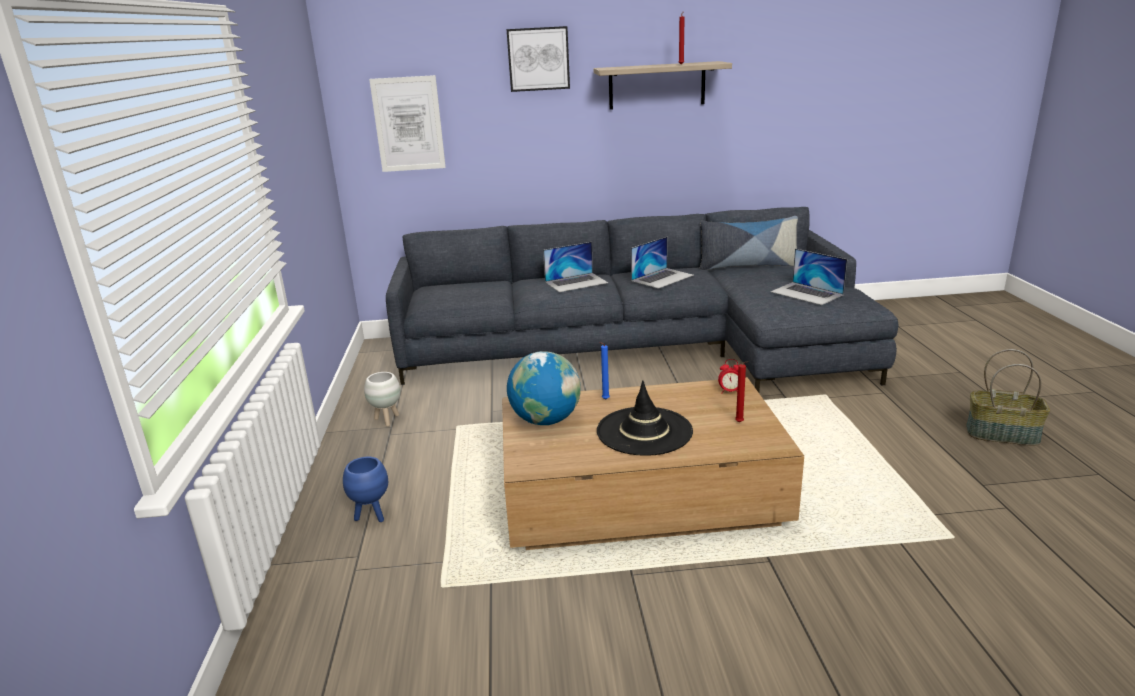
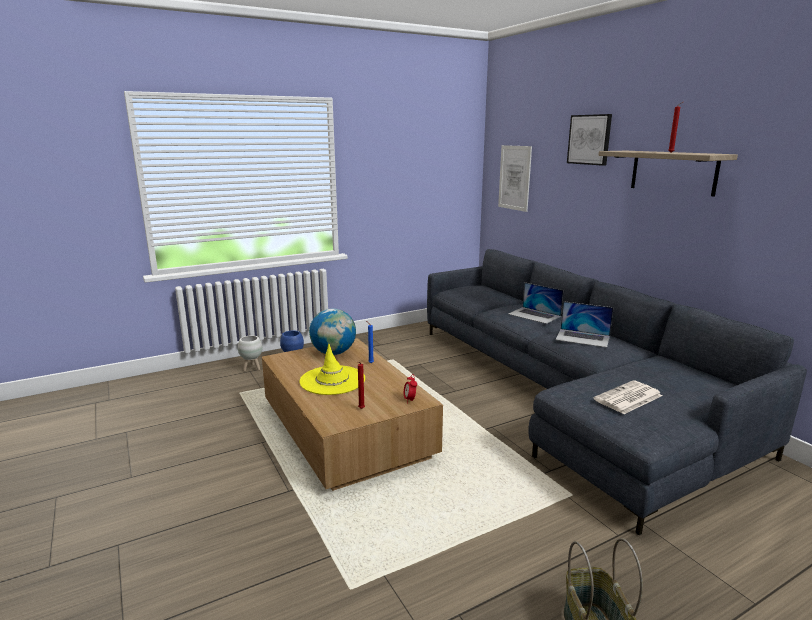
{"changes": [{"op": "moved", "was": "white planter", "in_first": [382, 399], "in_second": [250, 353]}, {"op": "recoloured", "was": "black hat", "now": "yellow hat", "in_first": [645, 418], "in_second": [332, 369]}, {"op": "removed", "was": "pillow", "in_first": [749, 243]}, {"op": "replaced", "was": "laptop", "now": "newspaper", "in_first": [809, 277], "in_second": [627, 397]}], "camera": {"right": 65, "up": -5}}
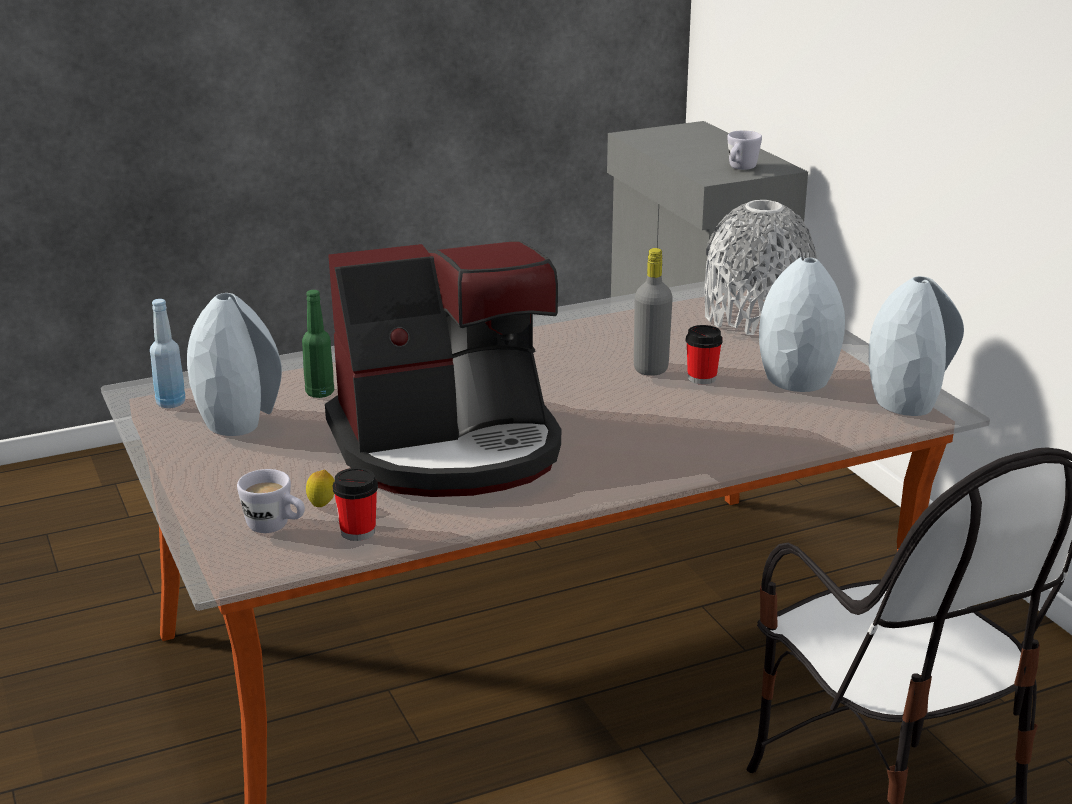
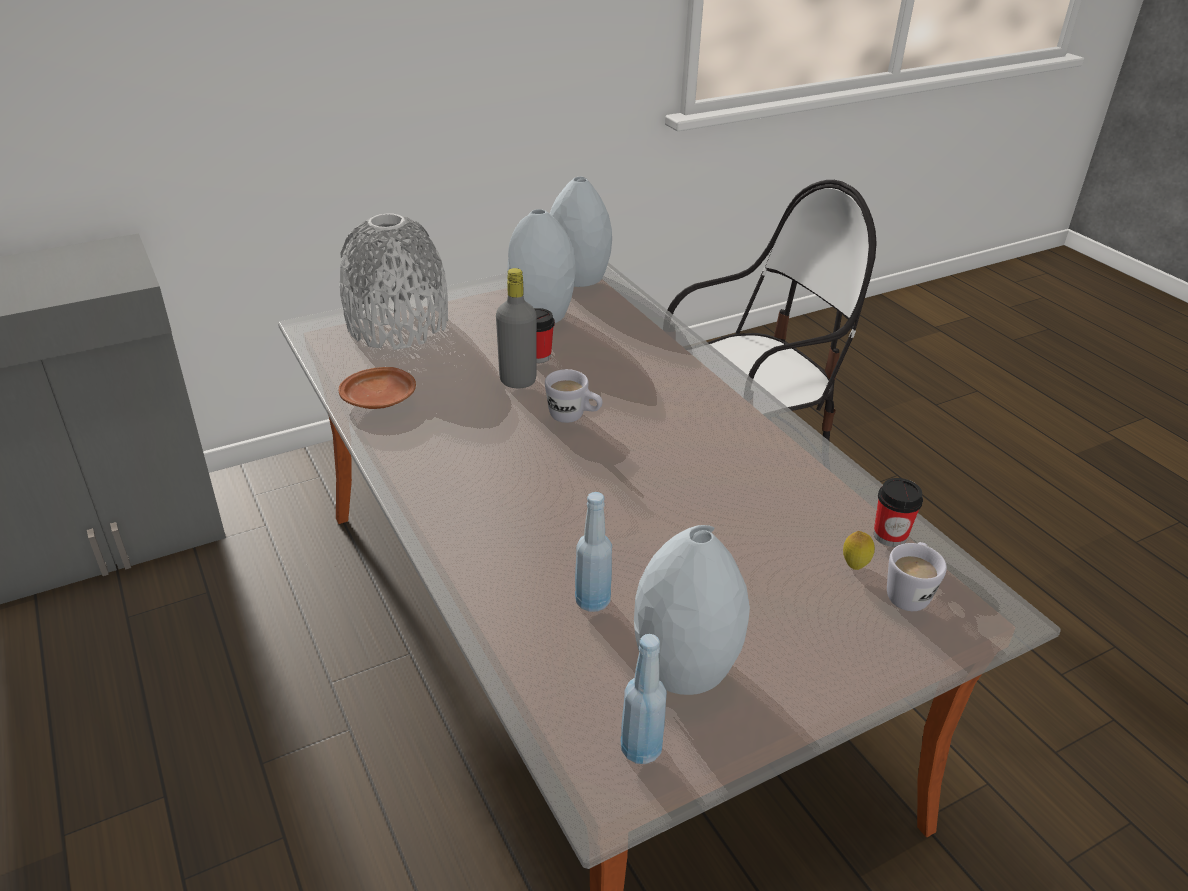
{"changes": [{"op": "recoloured", "was": "green bottle", "now": "blue bottle", "in_first": [318, 344], "in_second": [593, 552]}, {"op": "removed", "was": "coffee machine", "in_first": [443, 369]}, {"op": "moved", "was": "white mug", "in_first": [744, 150], "in_second": [574, 396]}, {"op": "added", "now": "brown plate", "in_second": [377, 388]}], "camera": {"right": -95, "up": 10}}
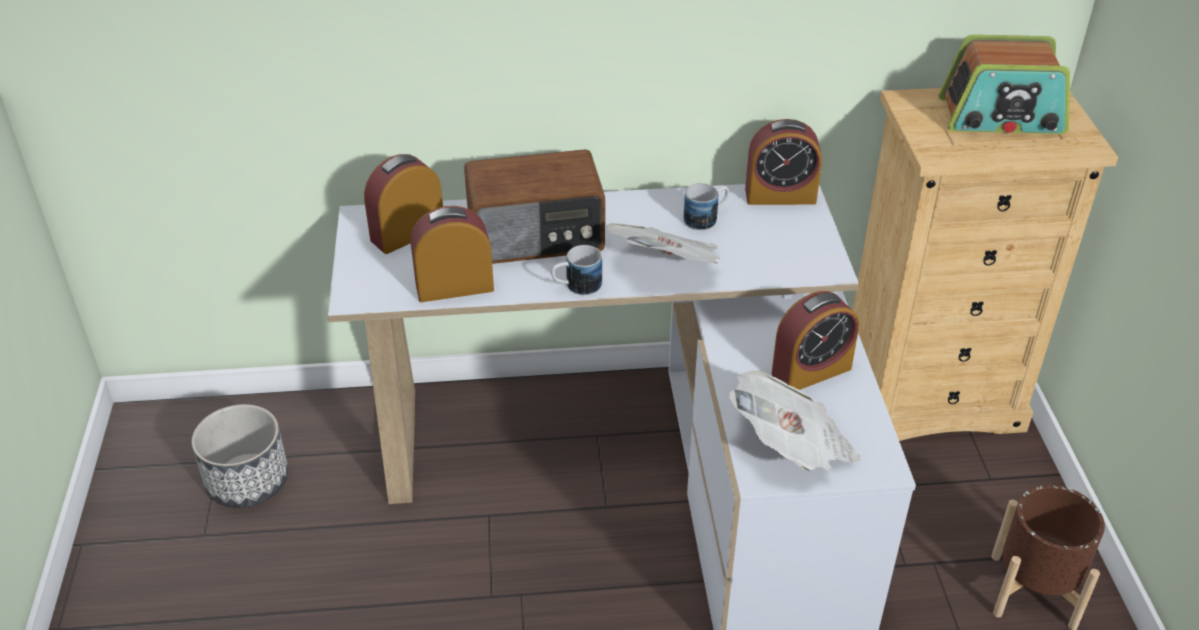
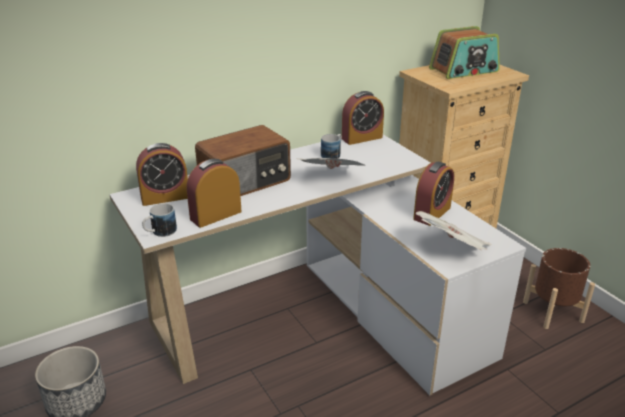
{"changes": [{"op": "turned", "was": "alarm clock", "in_first": [403, 204], "in_second": [162, 174], "clockwise": -135}, {"op": "moved", "was": "mug", "in_first": [576, 270], "in_second": [159, 220]}], "camera": {"right": -25, "up": -10}}
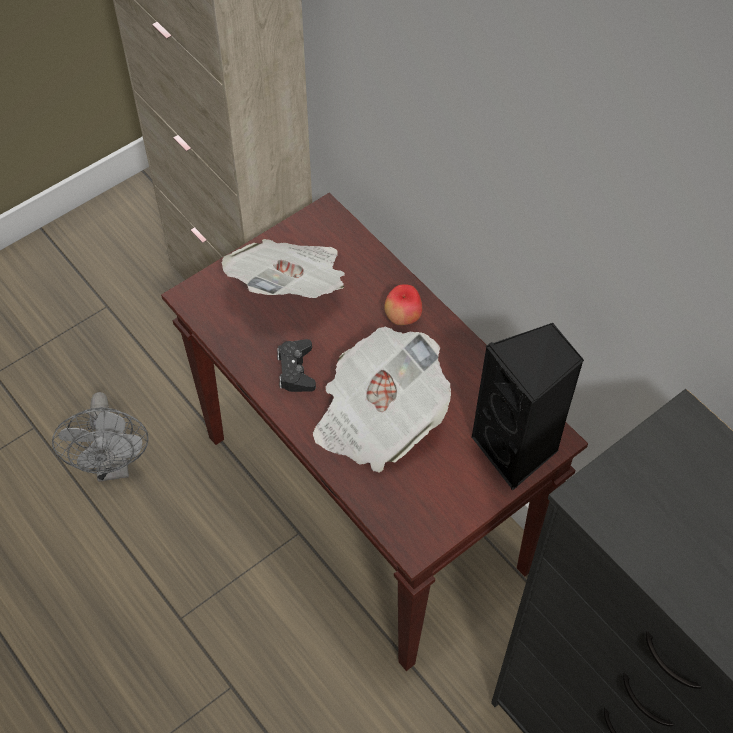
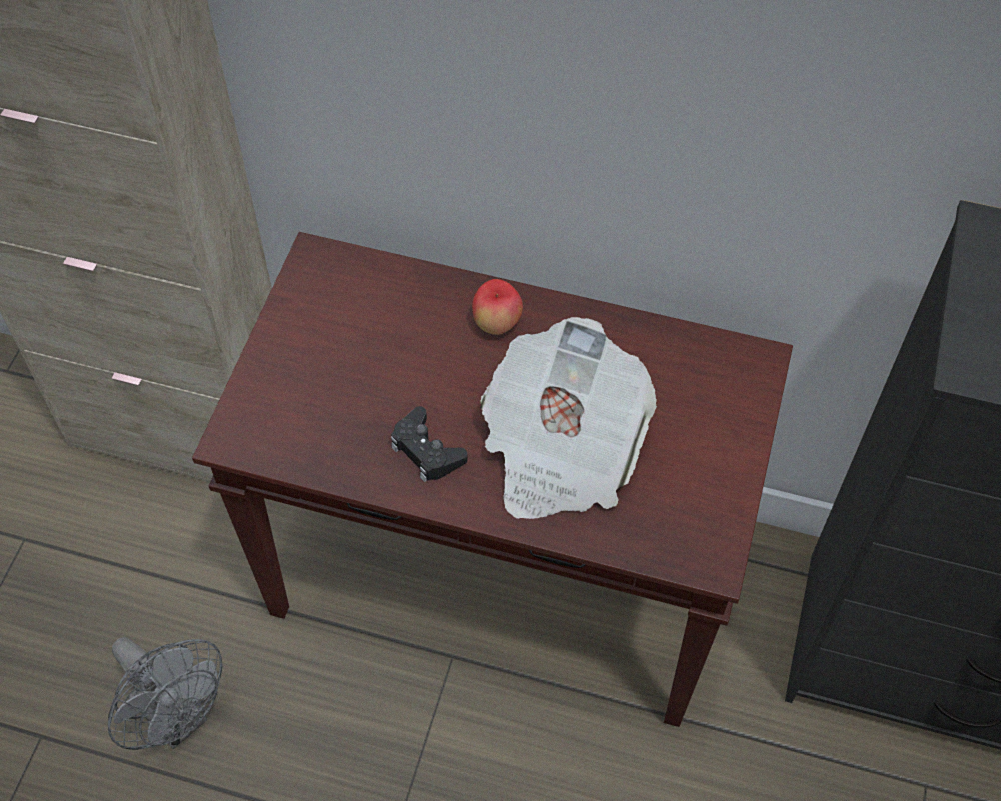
{"changes": [{"op": "removed", "was": "newspaper", "in_first": [283, 268]}, {"op": "removed", "was": "black speaker", "in_first": [528, 406]}], "camera": {"right": -35, "up": 0}}
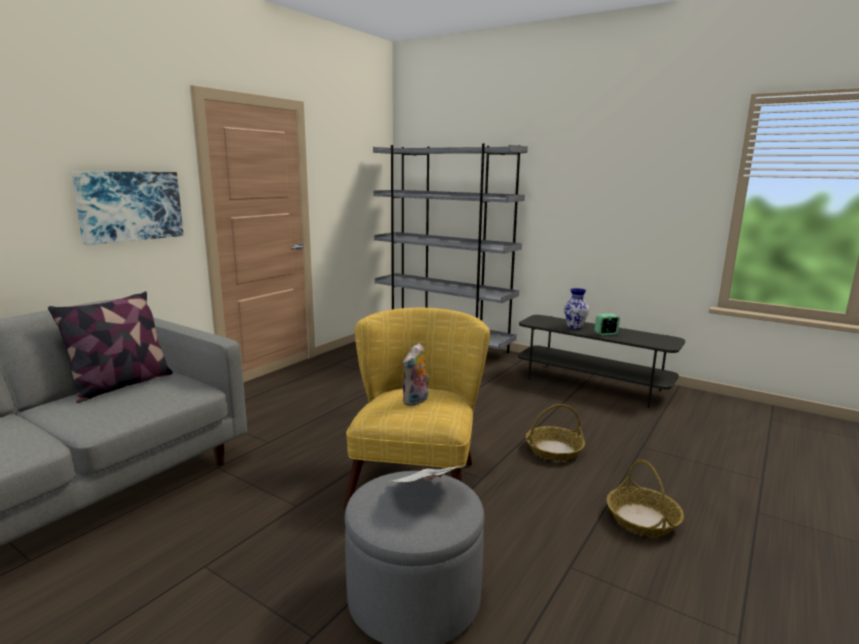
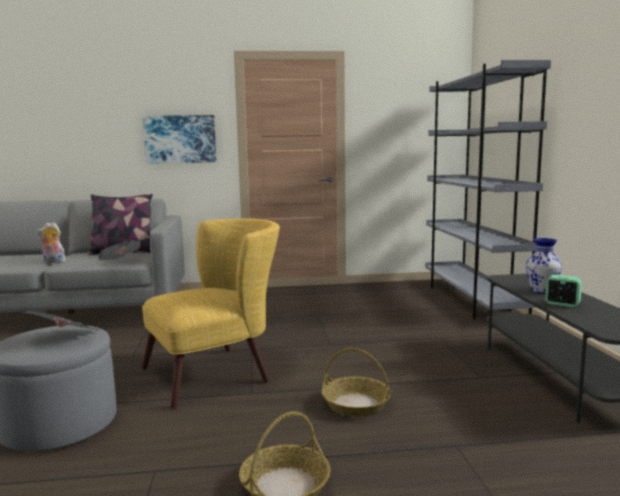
{"changes": [{"op": "moved", "was": "plush toy", "in_first": [415, 374], "in_second": [51, 242]}, {"op": "added", "now": "newspaper", "in_second": [119, 250]}], "camera": {"right": 50, "up": -5}}
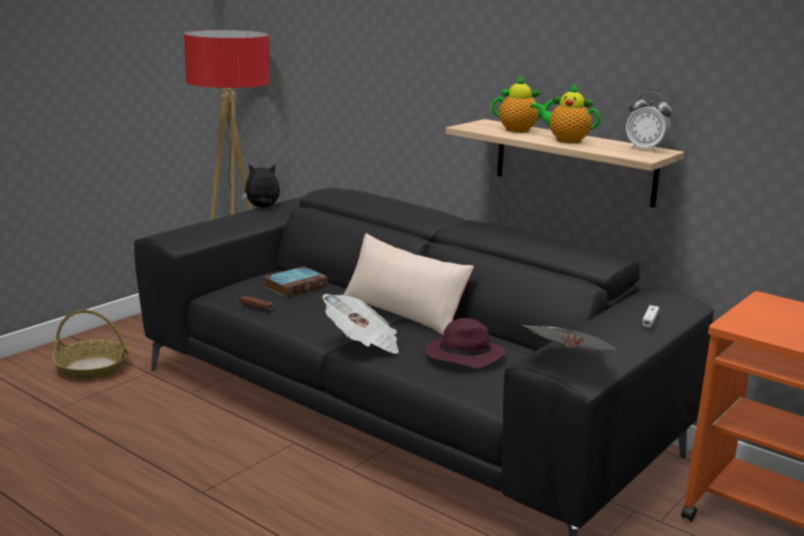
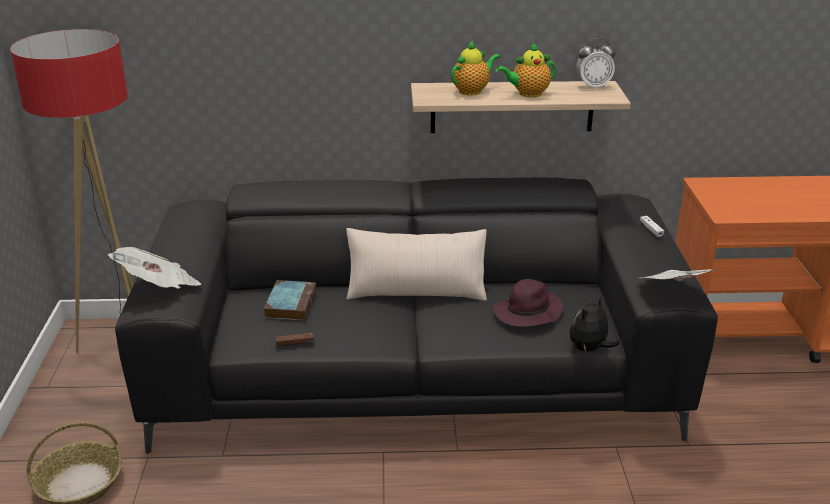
{"changes": [{"op": "moved", "was": "plush toy", "in_first": [261, 185], "in_second": [595, 324]}, {"op": "moved", "was": "newspaper", "in_first": [360, 324], "in_second": [155, 268]}], "camera": {"right": -40, "up": 10}}
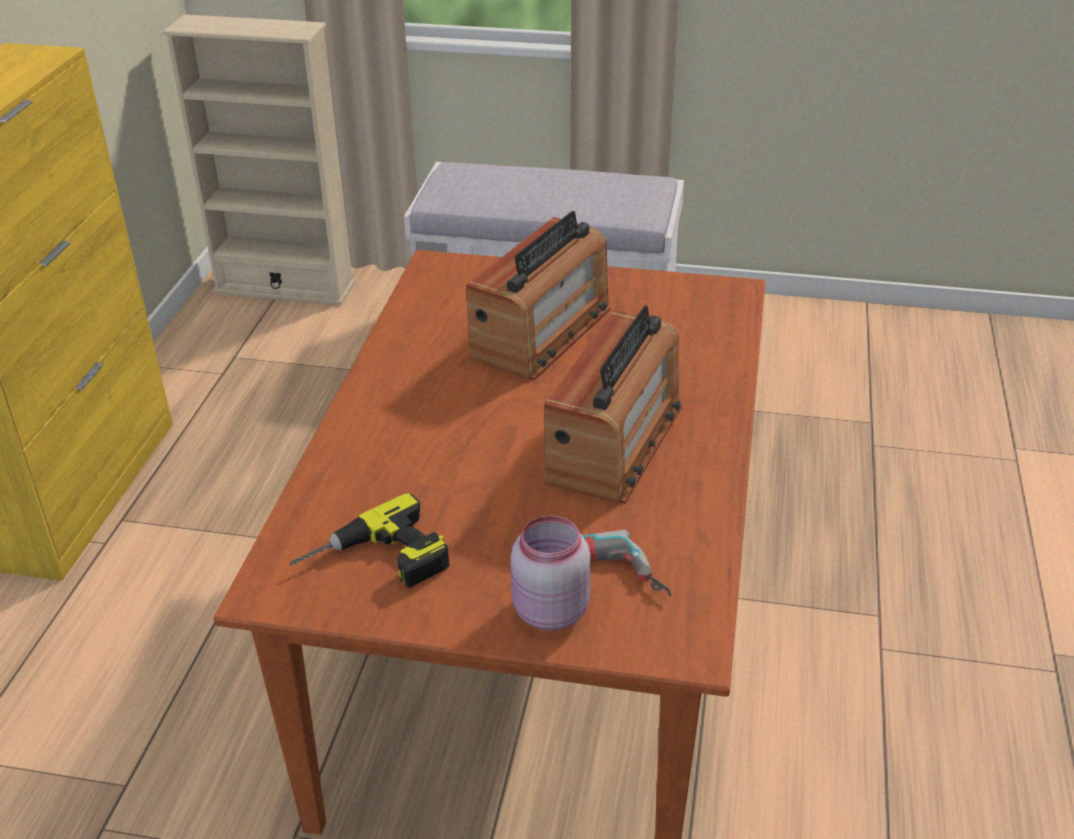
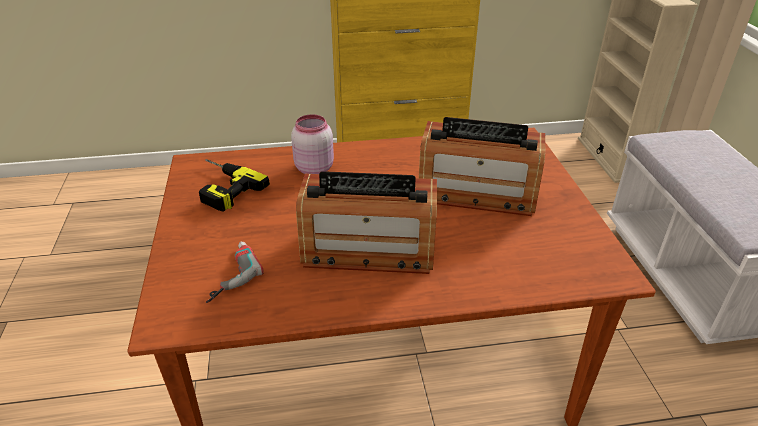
{"changes": [{"op": "moved", "was": "pink jar", "in_first": [550, 573], "in_second": [312, 144]}], "camera": {"right": 70, "up": 0}}
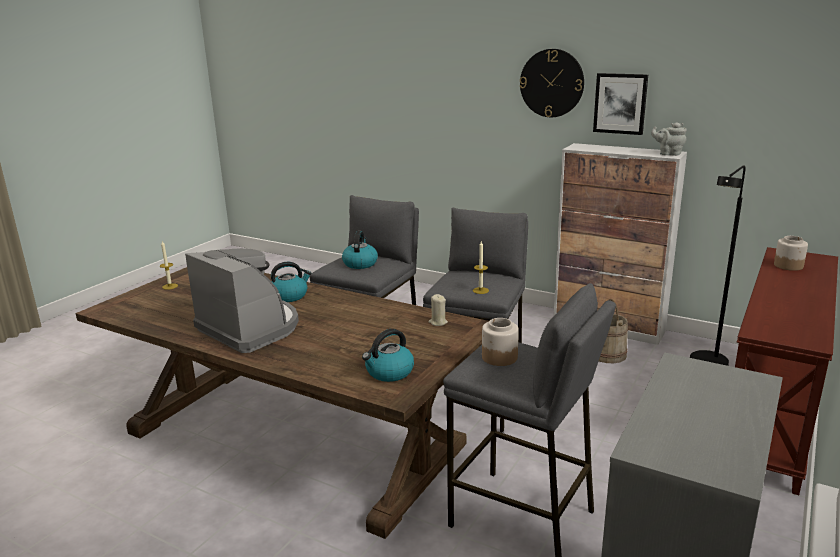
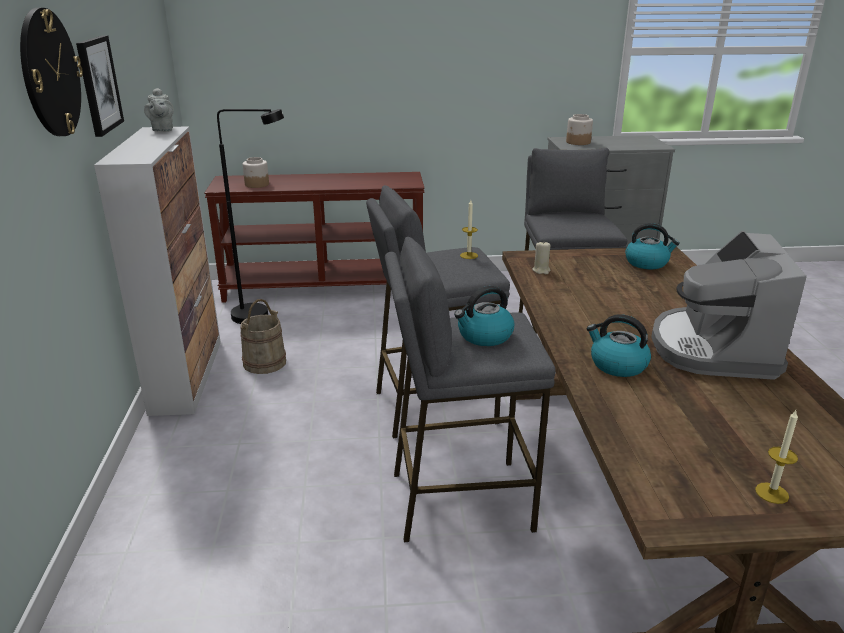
{"changes": [{"op": "moved", "was": "jar", "in_first": [500, 342], "in_second": [579, 129]}], "camera": {"right": -125, "up": 5}}
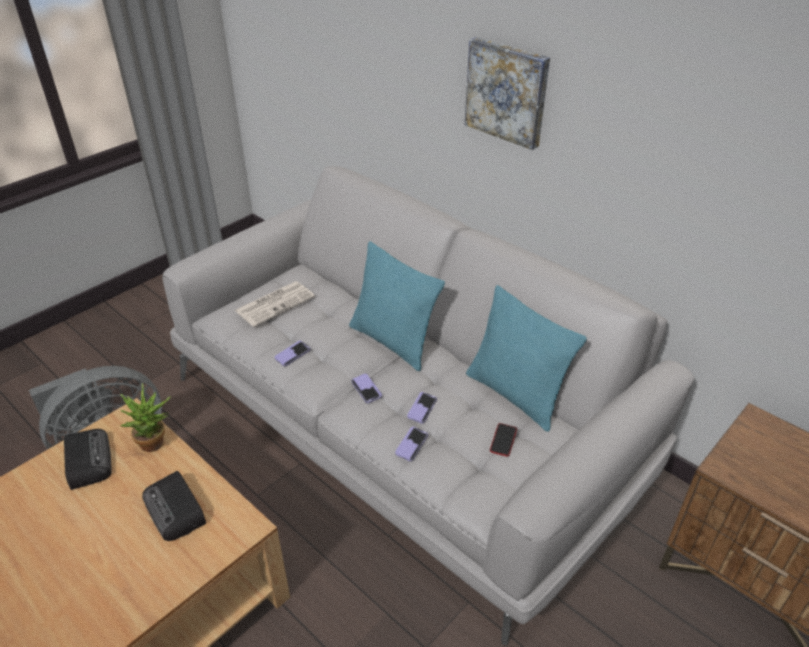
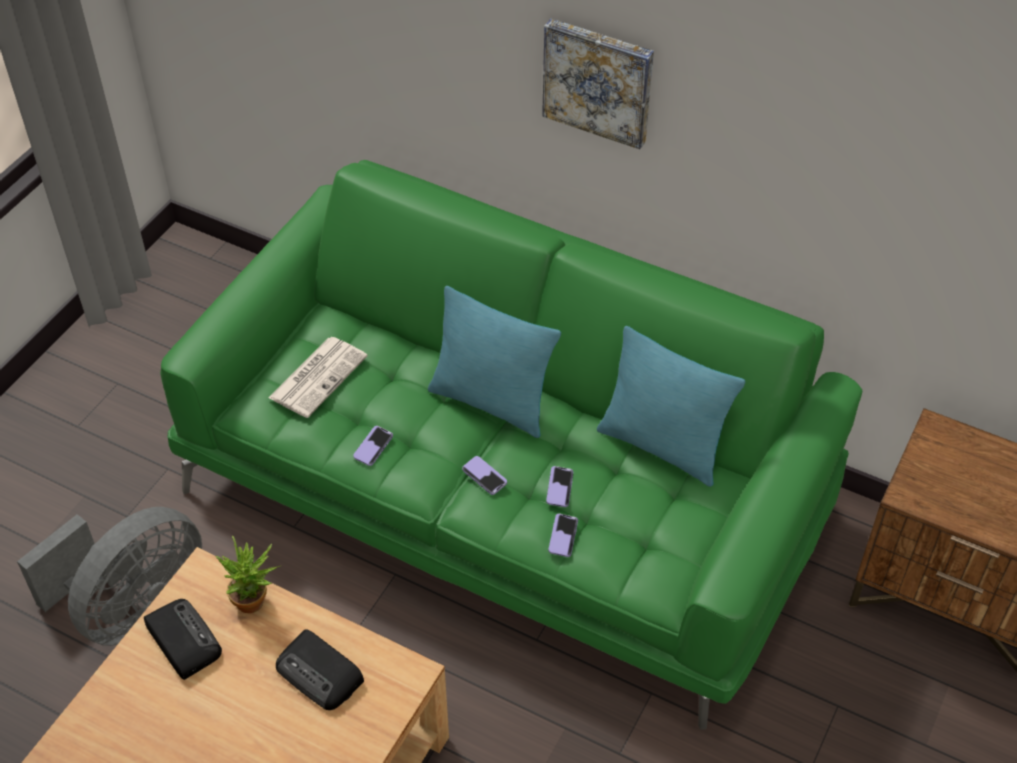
{"changes": [{"op": "recoloured", "was": "grey sofa", "now": "green sofa", "in_first": [428, 406], "in_second": [511, 445]}, {"op": "removed", "was": "phone", "in_first": [503, 440]}], "camera": {"right": -15, "up": 10}}
